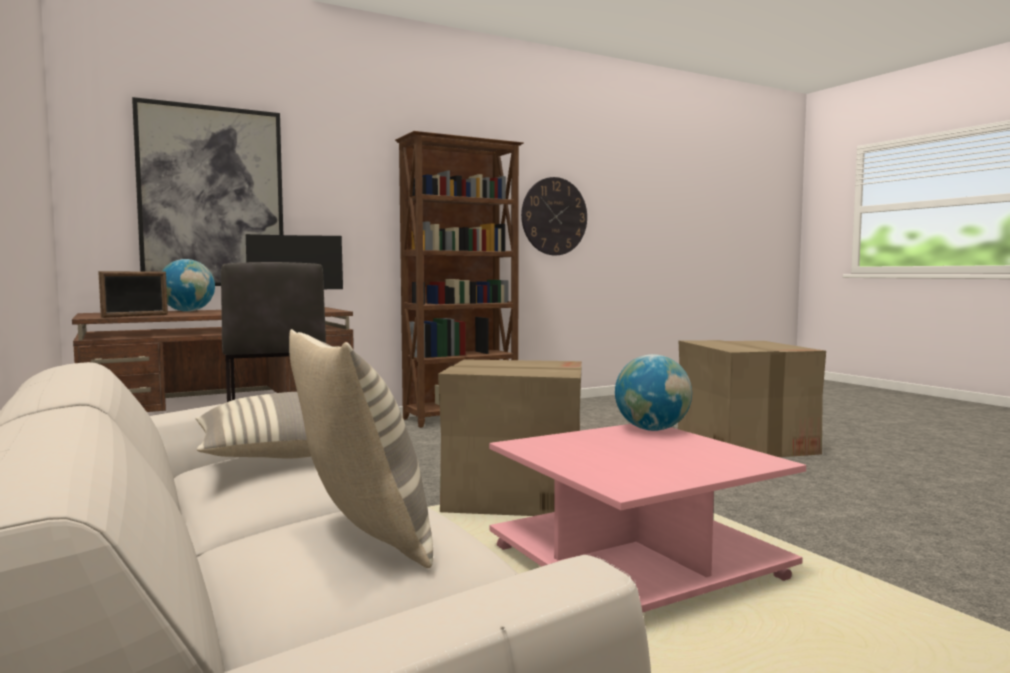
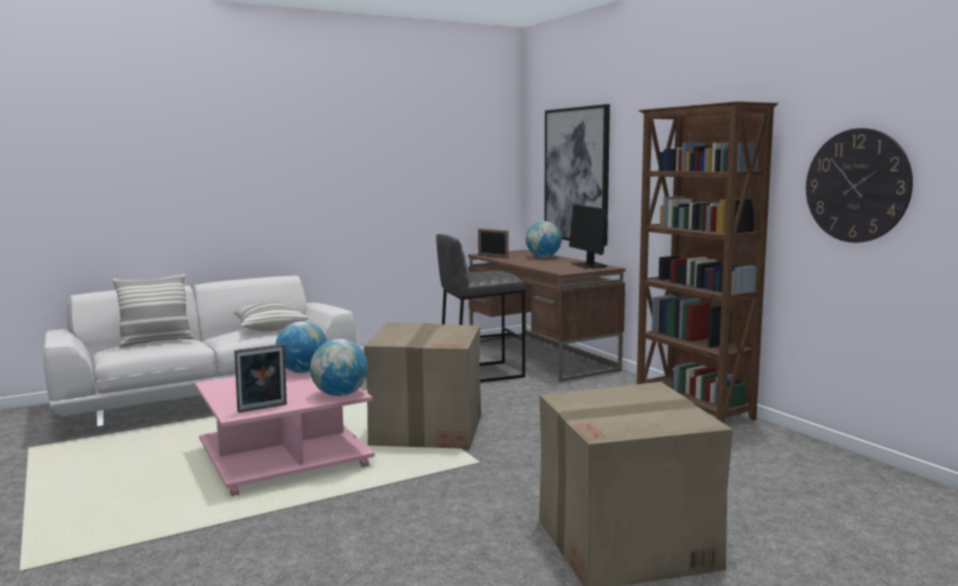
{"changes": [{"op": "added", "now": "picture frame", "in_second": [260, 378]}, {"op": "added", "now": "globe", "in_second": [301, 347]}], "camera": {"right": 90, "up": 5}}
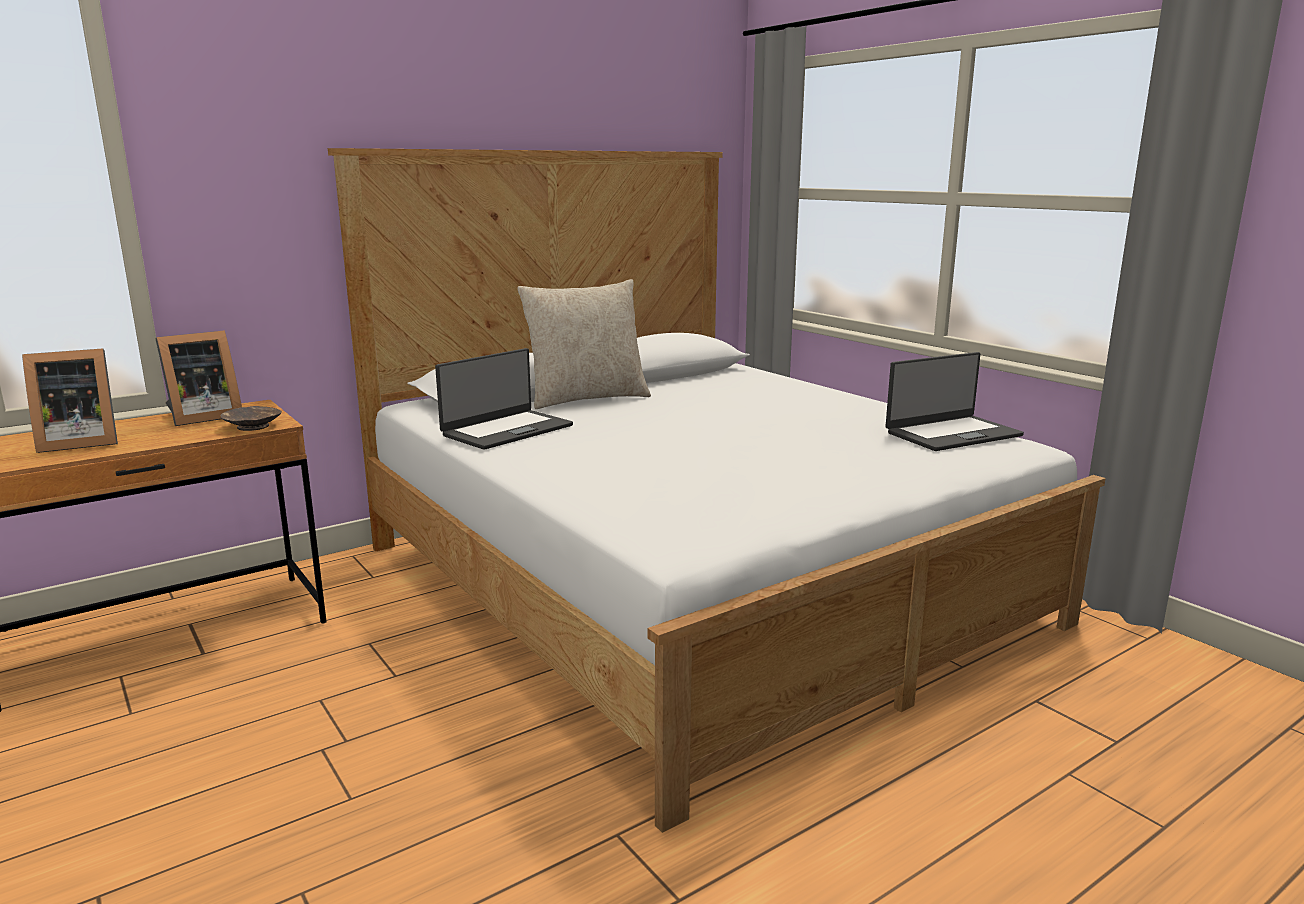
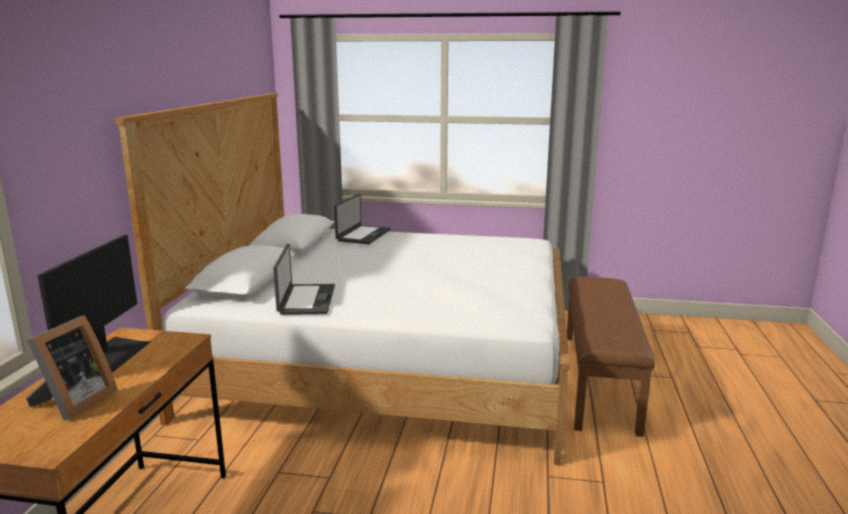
{"changes": [{"op": "replaced", "was": "picture frame", "now": "monitor", "in_first": [199, 378], "in_second": [94, 303]}, {"op": "removed", "was": "brown bowl", "in_first": [251, 418]}, {"op": "removed", "was": "beige pillow", "in_first": [584, 344]}, {"op": "moved", "was": "laptop", "in_first": [954, 401], "in_second": [362, 219]}, {"op": "added", "now": "brown bench", "in_second": [611, 357]}], "camera": {"right": -45, "up": 0}}
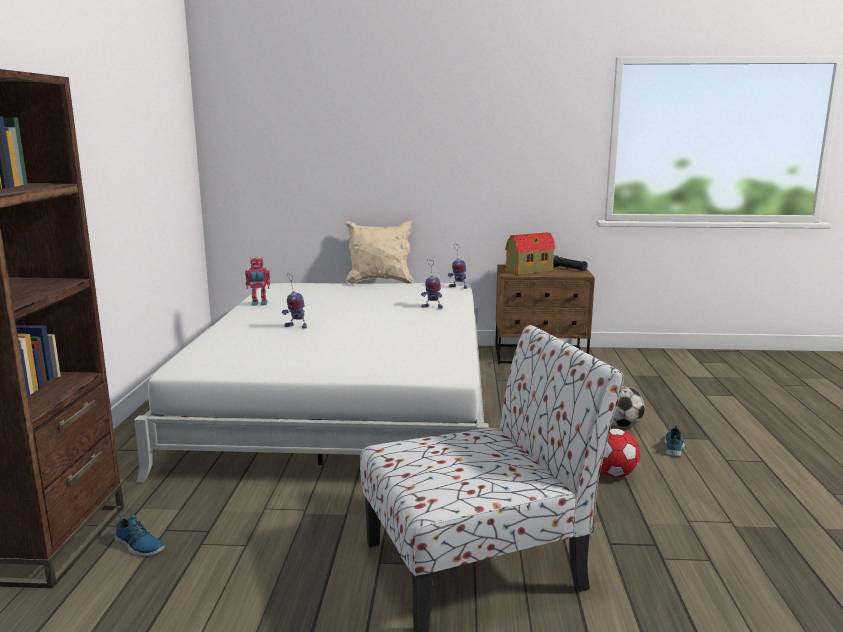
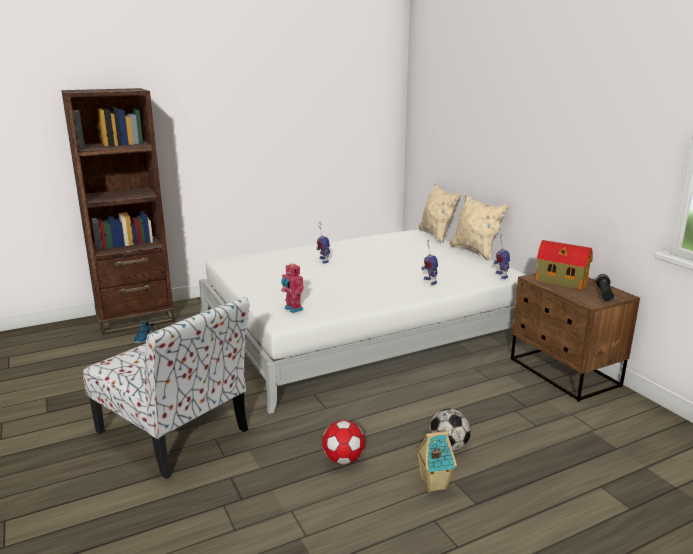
{"changes": [{"op": "moved", "was": "toy robot", "in_first": [257, 281], "in_second": [292, 288]}, {"op": "replaced", "was": "shoe", "now": "toy house", "in_first": [674, 441], "in_second": [436, 461]}, {"op": "added", "now": "beige pillow", "in_second": [440, 213]}], "camera": {"right": 60, "up": 5}}
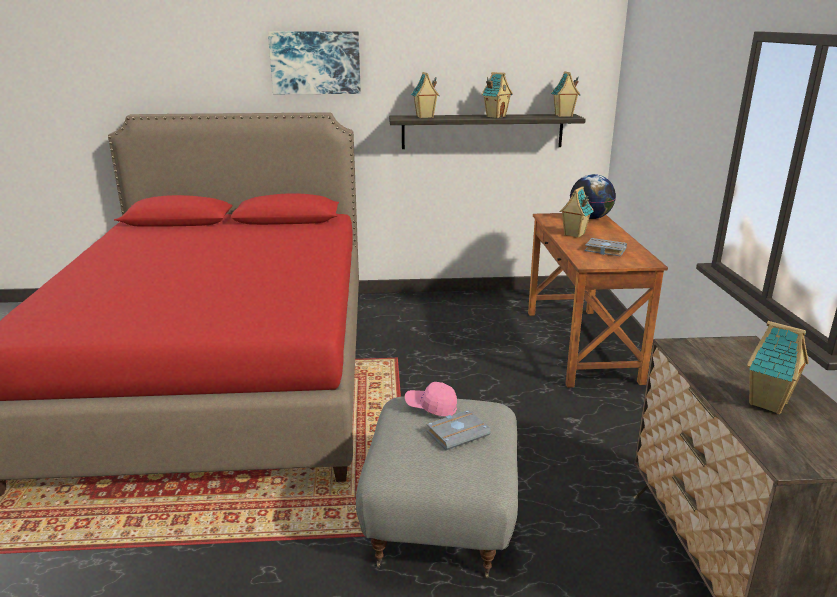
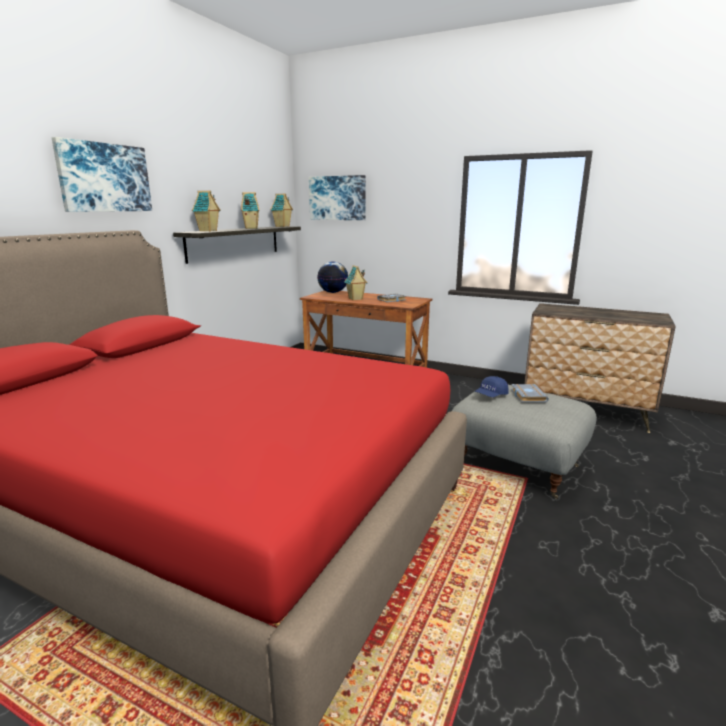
{"changes": [{"op": "recoloured", "was": "pink cap", "now": "blue cap", "in_first": [431, 399], "in_second": [491, 386]}, {"op": "removed", "was": "toy house", "in_first": [778, 367]}, {"op": "added", "now": "picture", "in_second": [337, 197]}], "camera": {"right": -60, "up": -5}}
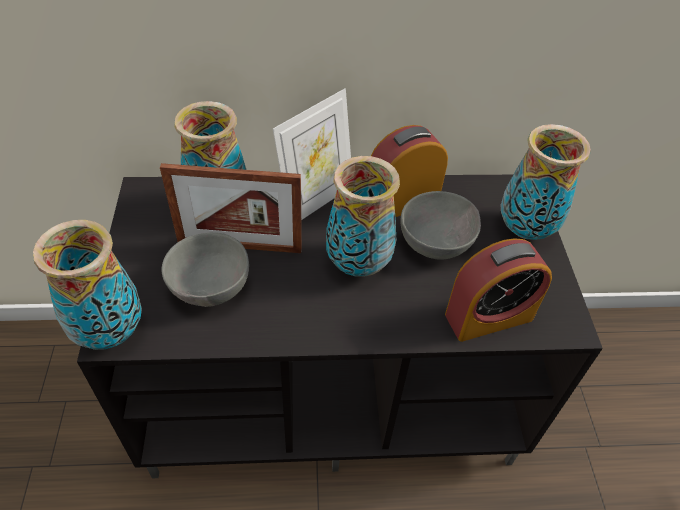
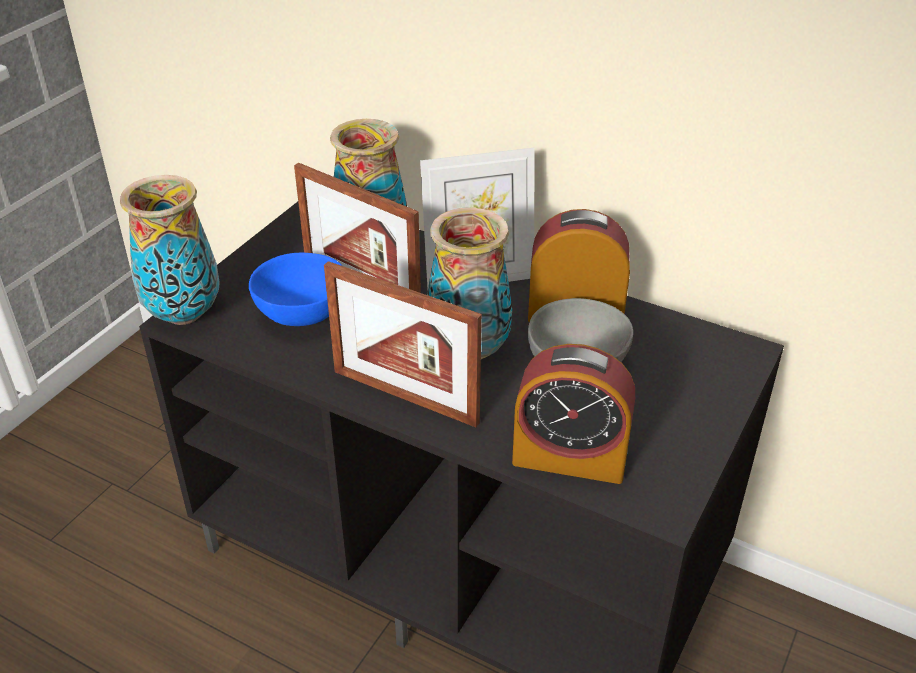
{"changes": [{"op": "recoloured", "was": "grey bowl", "now": "blue bowl", "in_first": [205, 269], "in_second": [295, 289]}, {"op": "removed", "was": "vase", "in_first": [546, 182]}, {"op": "added", "now": "picture frame", "in_second": [403, 344]}], "camera": {"right": 35, "up": -10}}
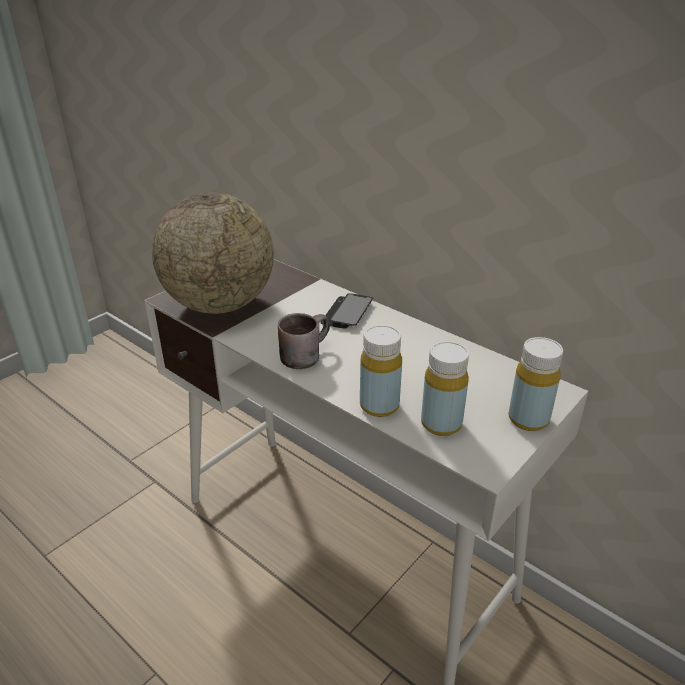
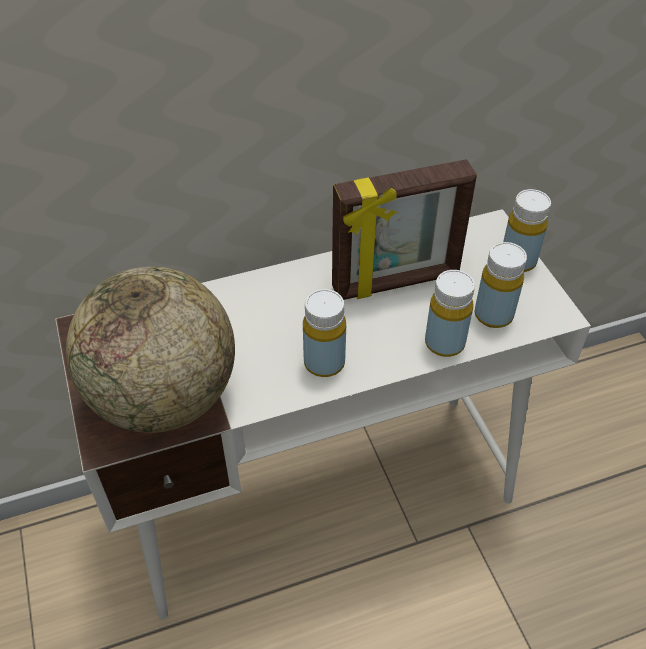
{"changes": [{"op": "replaced", "was": "brown mug", "now": "yellow bottle", "in_first": [304, 341], "in_second": [324, 333]}, {"op": "removed", "was": "phone", "in_first": [346, 311]}, {"op": "added", "now": "picture frame", "in_second": [404, 229]}], "camera": {"right": -60, "up": 15}}
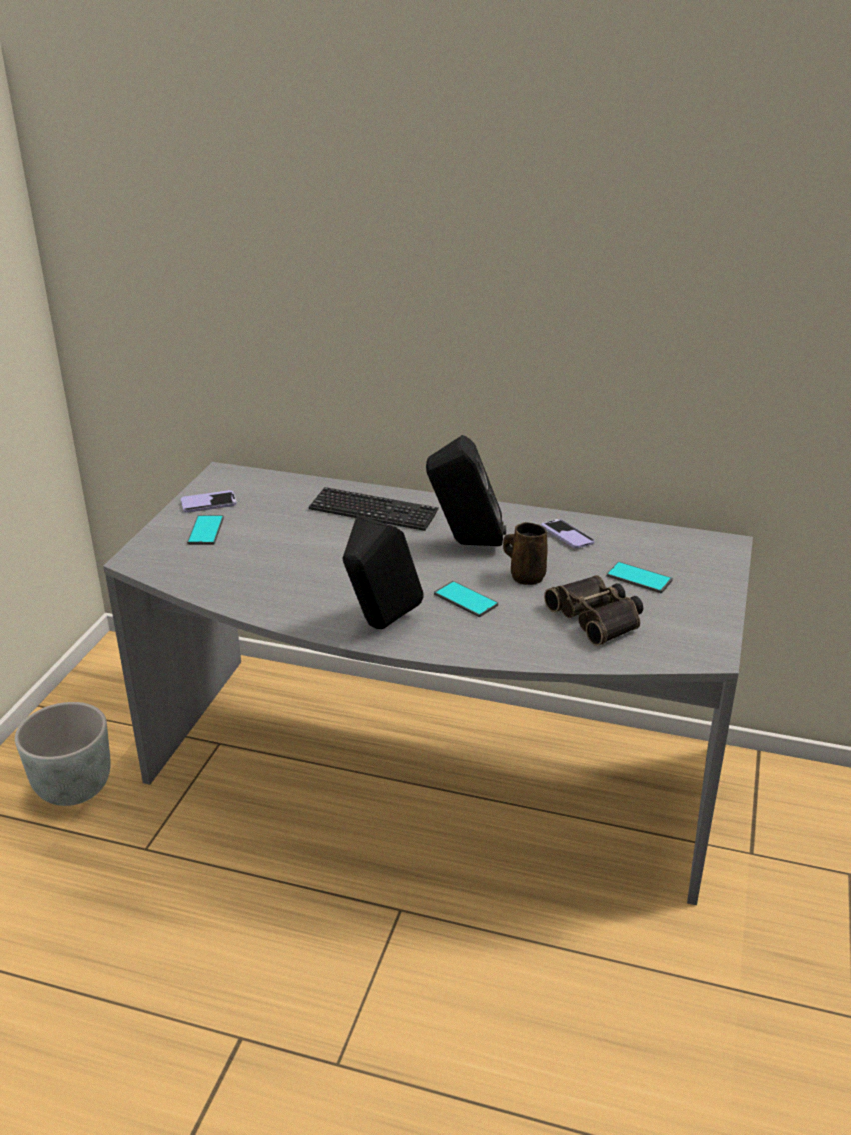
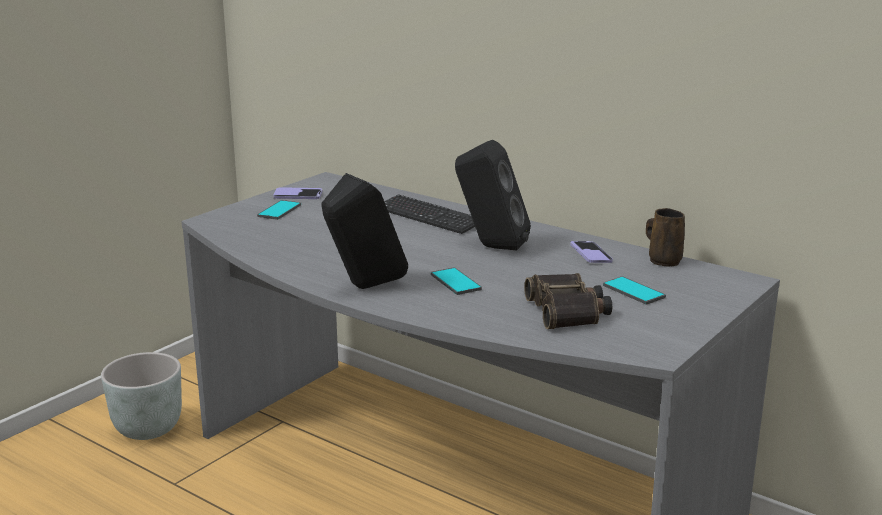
{"changes": [{"op": "moved", "was": "brown mug", "in_first": [525, 553], "in_second": [665, 237]}], "camera": {"right": 20, "up": -10}}
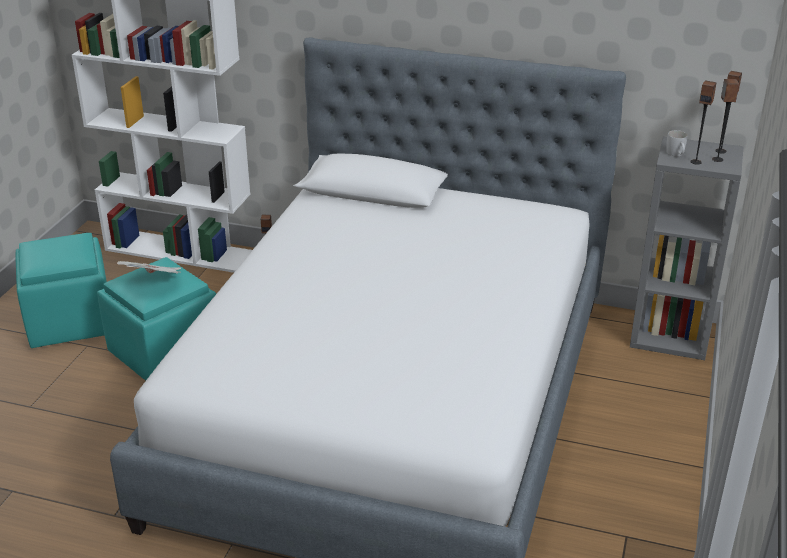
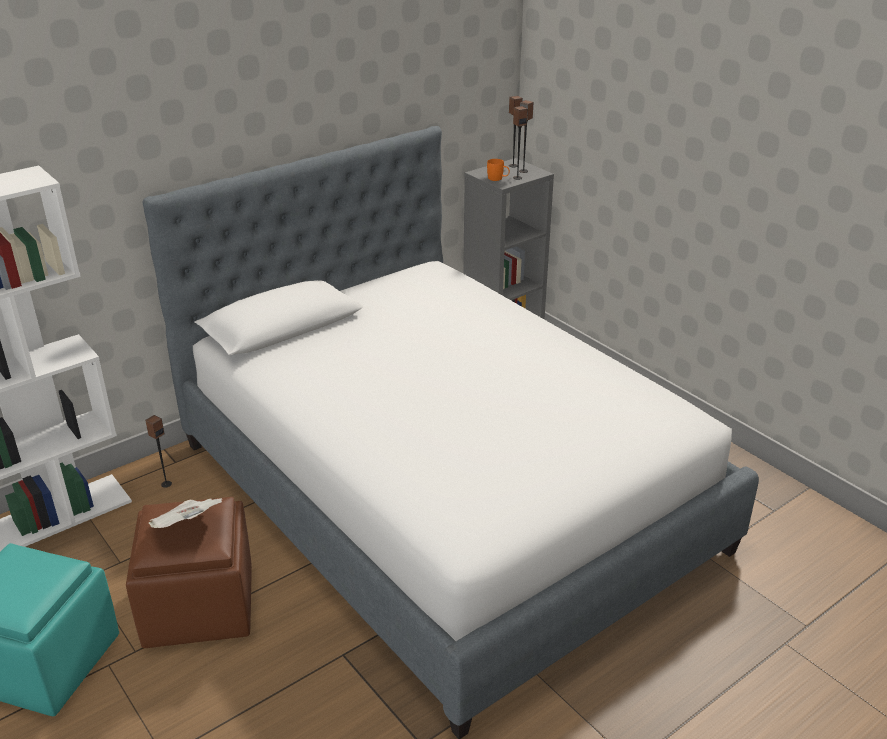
{"changes": [{"op": "recoloured", "was": "turquoise ottoman", "now": "brown ottoman", "in_first": [156, 319], "in_second": [189, 572]}, {"op": "recoloured", "was": "white mug", "now": "orange mug", "in_first": [677, 143], "in_second": [498, 170]}], "camera": {"right": -55, "up": 0}}
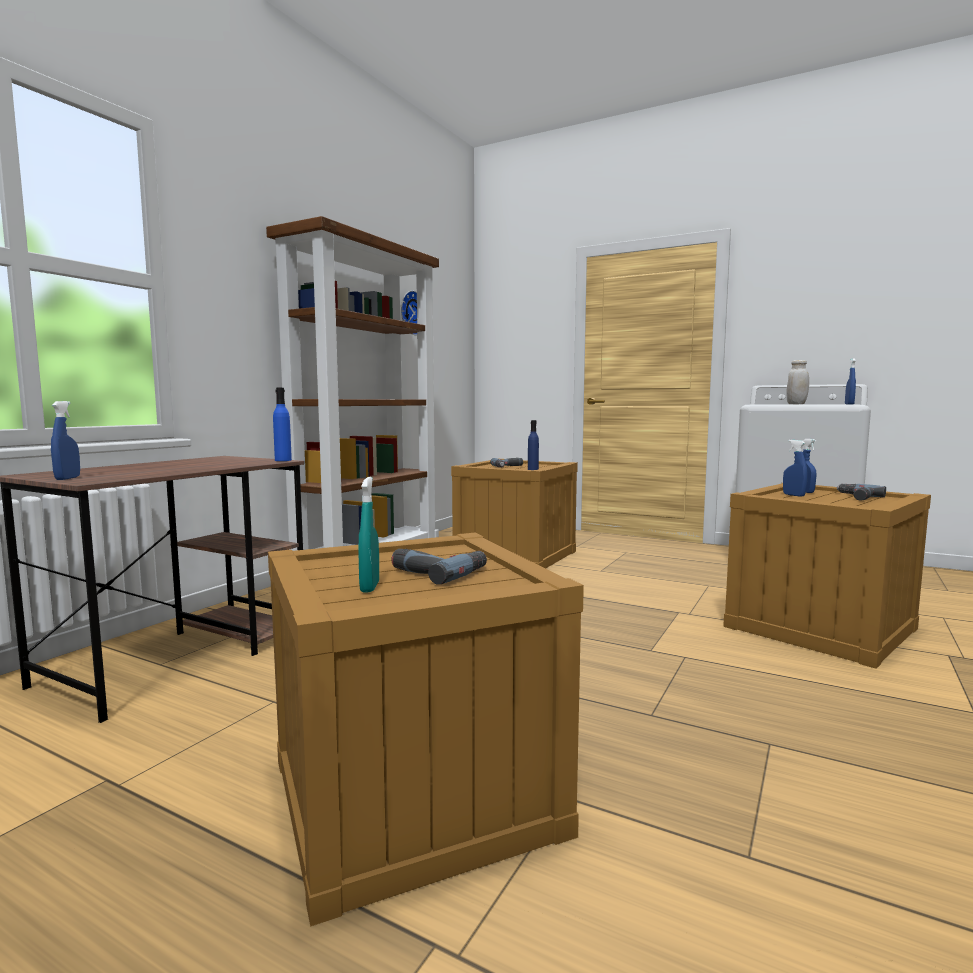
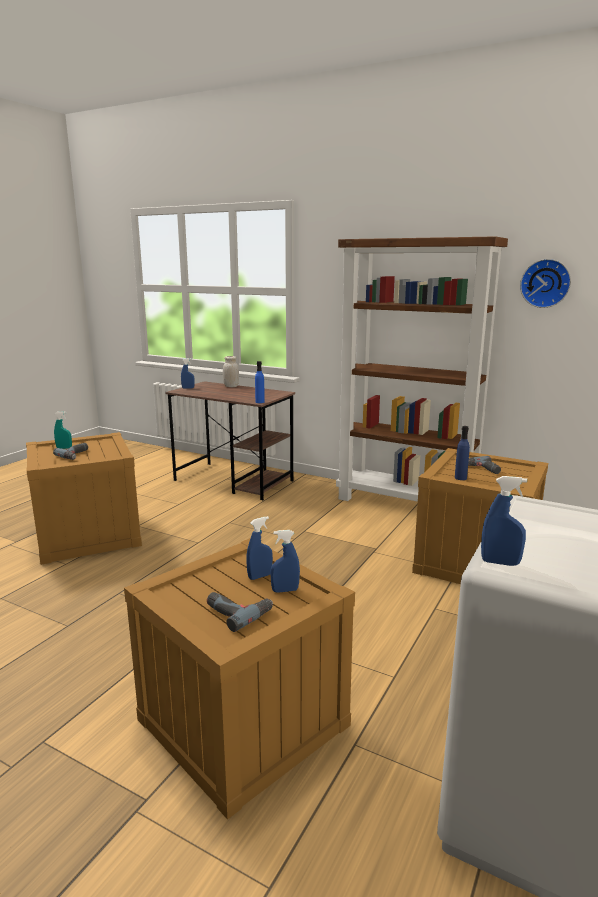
{"changes": [{"op": "moved", "was": "white jar", "in_first": [798, 382], "in_second": [231, 371]}], "camera": {"right": 90, "up": 10}}
